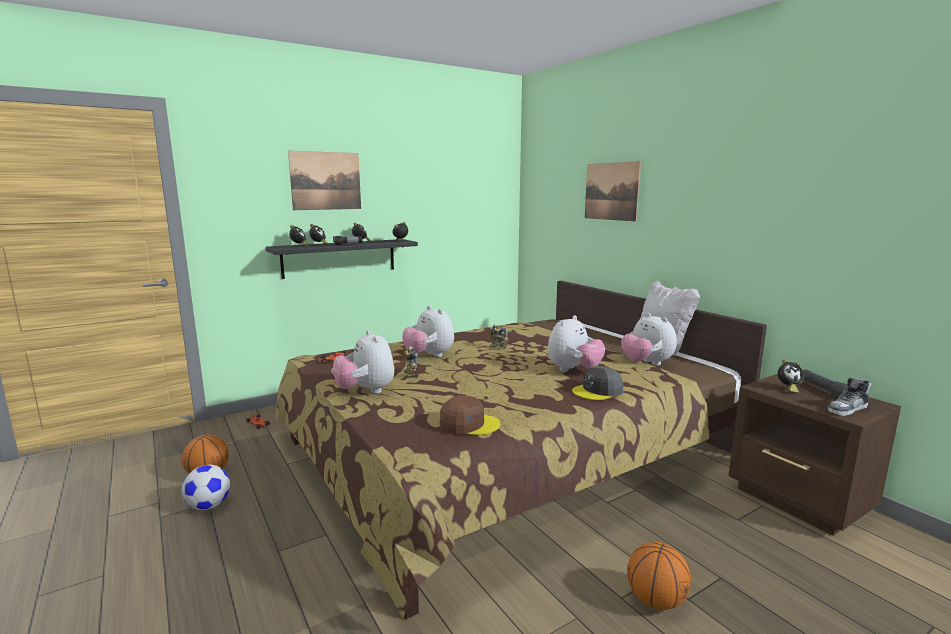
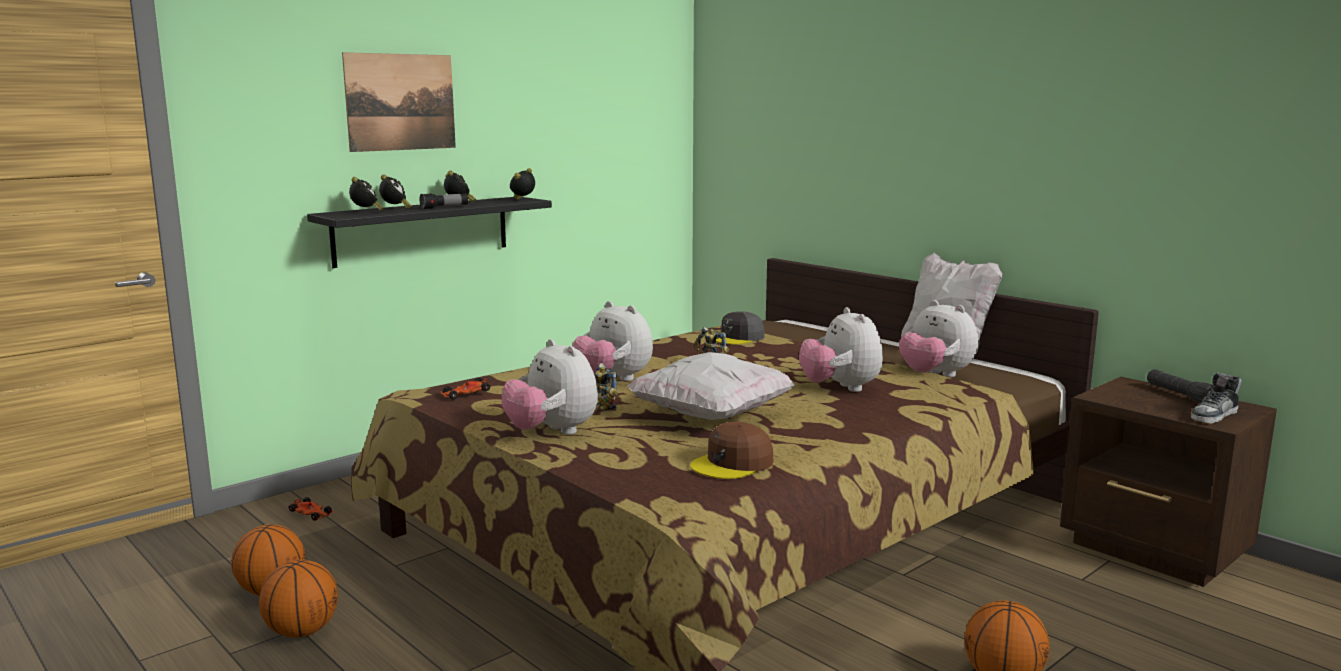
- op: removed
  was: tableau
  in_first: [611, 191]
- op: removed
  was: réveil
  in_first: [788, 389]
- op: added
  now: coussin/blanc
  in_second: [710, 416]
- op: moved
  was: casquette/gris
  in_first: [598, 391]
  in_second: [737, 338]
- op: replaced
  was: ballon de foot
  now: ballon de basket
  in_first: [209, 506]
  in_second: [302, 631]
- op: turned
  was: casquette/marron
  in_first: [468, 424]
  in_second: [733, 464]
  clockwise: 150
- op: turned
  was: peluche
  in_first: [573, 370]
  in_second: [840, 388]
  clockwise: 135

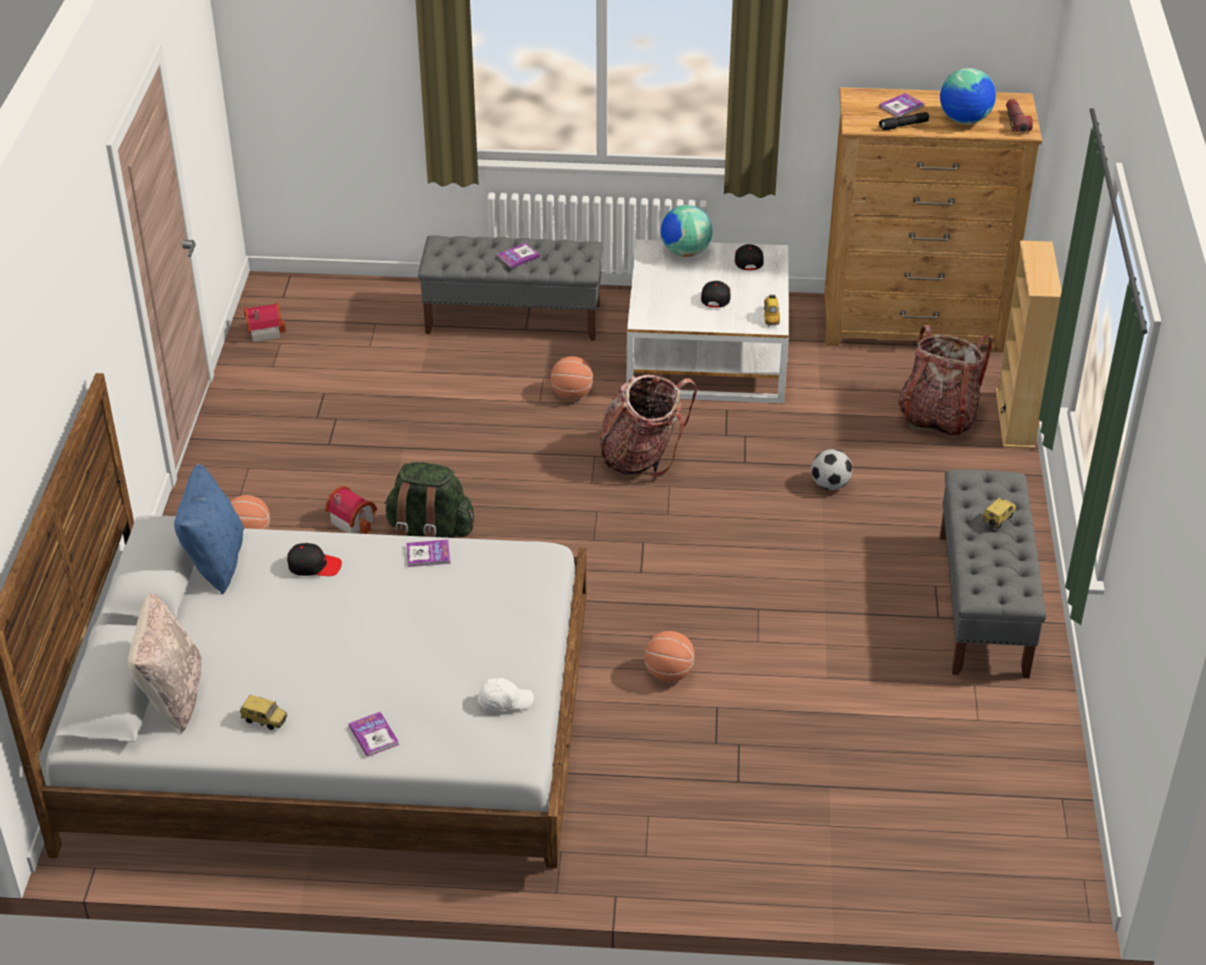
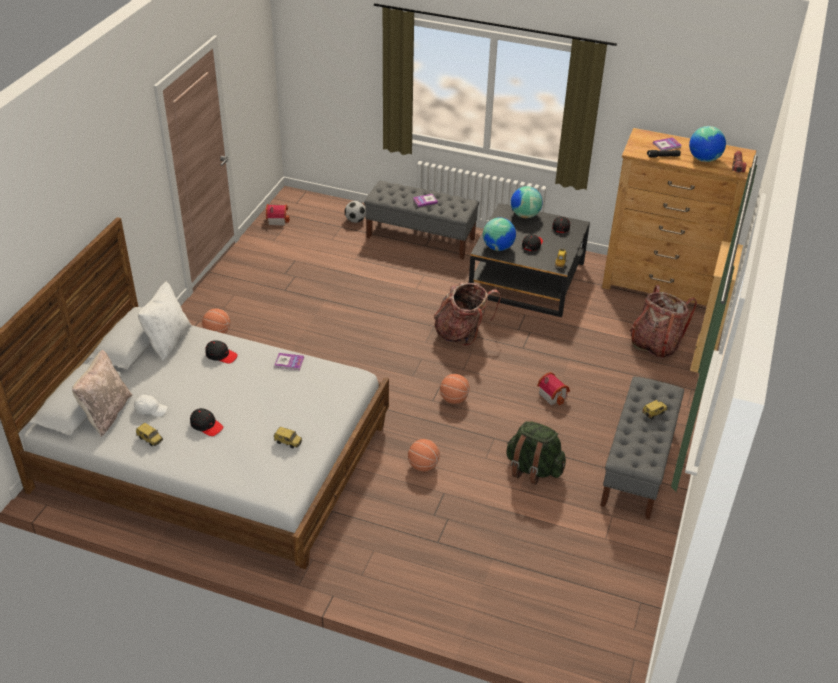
- op: removed
  was: livre
  in_first: [374, 735]
- op: added
  now: casquette/noir
  in_second: [206, 425]
- op: added
  now: petite voiture
  in_second: [288, 442]
- op: added
  now: globe
  in_second: [498, 247]
- op: moved
  was: maison miniature
  in_first: [353, 520]
  in_second: [553, 395]
- op: moved
  was: sac à dos/vert
  in_first: [429, 533]
  in_second: [533, 469]
- op: moved
  was: casquette/blanc
  in_first: [504, 701]
  in_second: [150, 409]
- op: moved
  was: ballon de basket
  in_first: [572, 394]
  in_second: [454, 399]
- op: moved
  was: ballon de foot
  in_first: [830, 485]
  in_second: [355, 220]
- op: recoloured
  was: coussin/bleu
  now: coussin/blanc
  in_first: [215, 561]
  in_second: [167, 341]
- op: recoloured
  was: table basse/blanc
  now: table basse/noir
  in_first: [707, 353]
  in_second: [527, 279]

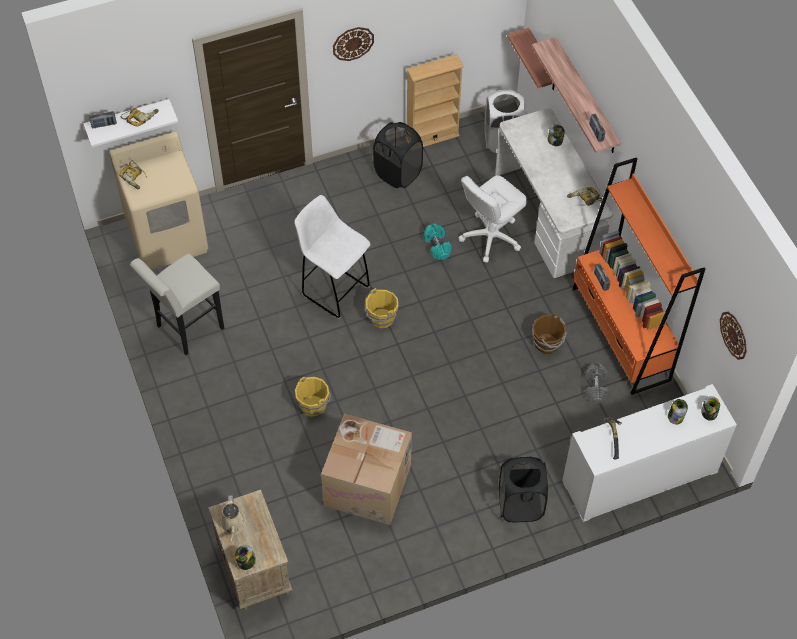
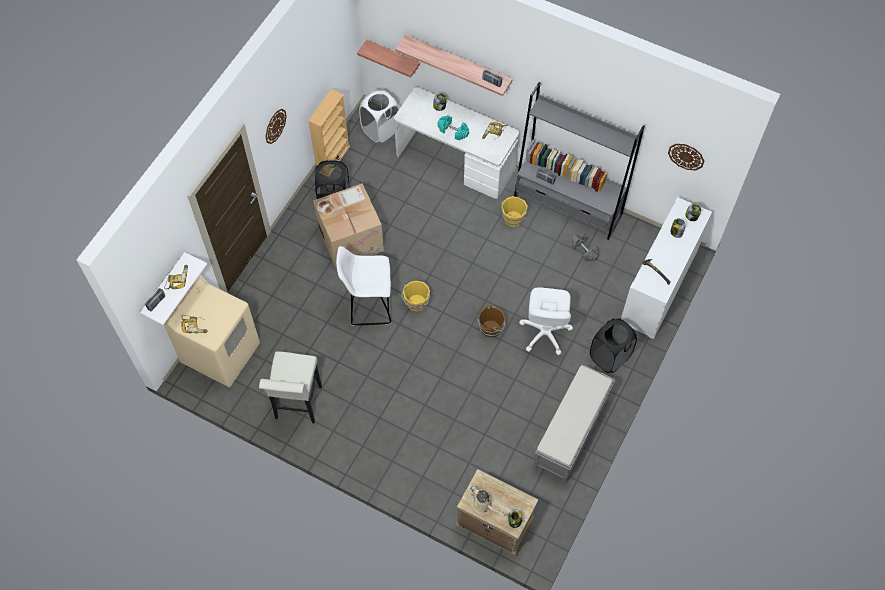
- op: added
  now: banc/gris
  in_second: [571, 432]
- op: moved
  was: seau/jaune
  in_first: [313, 405]
  in_second: [513, 218]
- op: moved
  was: carton
  in_first: [369, 485]
  in_second: [351, 238]
- op: moved
  was: haltère/turquoise
  in_first: [437, 246]
  in_second: [453, 131]
- op: moved
  was: chaise de bureau/blanc
  in_first: [490, 237]
  in_second: [545, 333]
- op: moved
  was: seau/marron
  in_first: [547, 344]
  in_second: [491, 328]
- op: recoloured
  was: bibliothèque/orange
  now: bibliothèque/gris
  in_first: [620, 334]
  in_second: [568, 206]

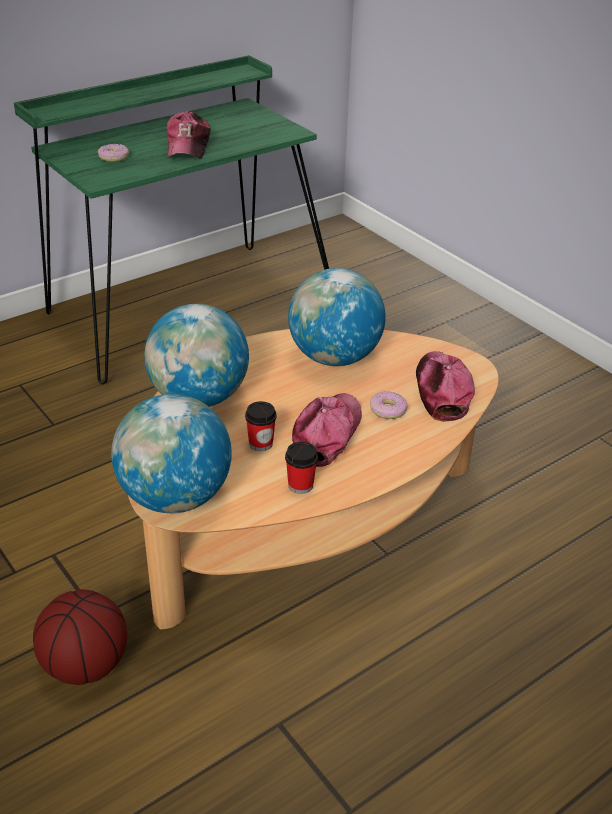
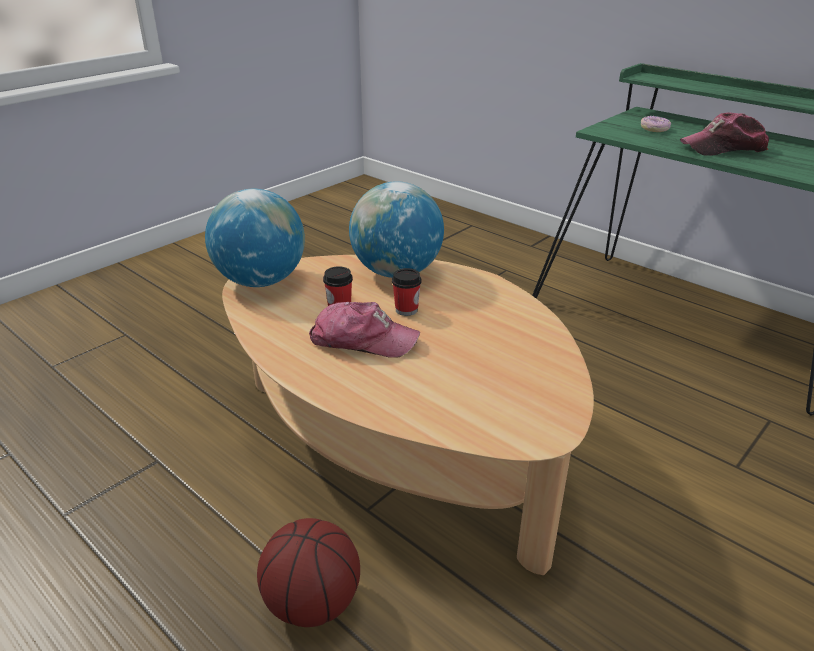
- op: removed
  was: globe
  in_first: [334, 358]
- op: removed
  was: beignet
  in_first: [387, 410]
- op: removed
  was: casquette
  in_first: [441, 391]
- op: moved
  was: ballon de basket
  in_first: [84, 665]
  in_second: [312, 602]
- op: moved
  was: tasse
  in_first: [300, 485]
  in_second: [406, 310]

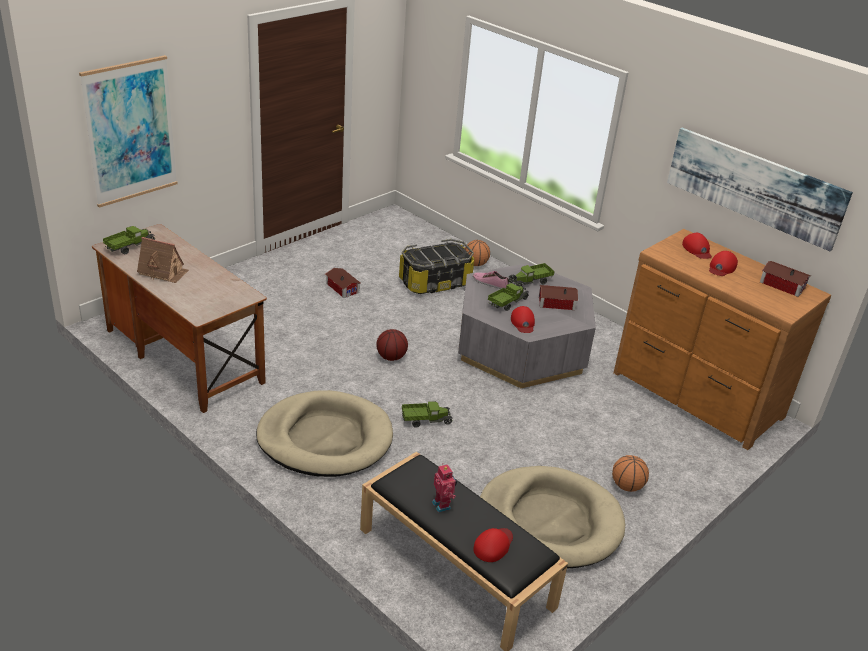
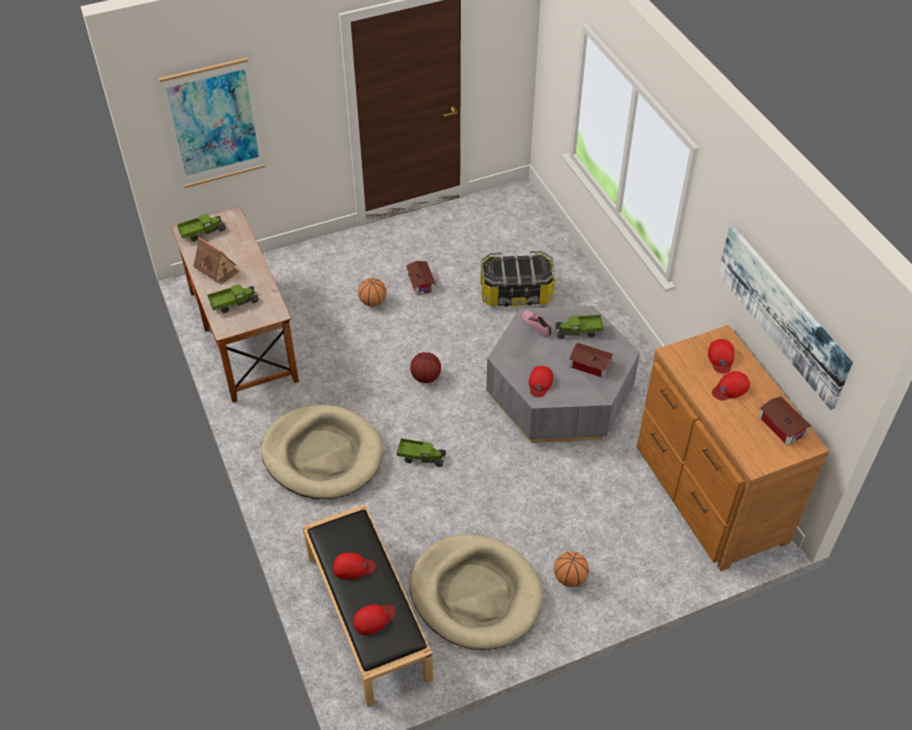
- op: moved
  was: ballon de basket
  in_first: [475, 264]
  in_second: [373, 302]
- op: moved
  was: camion jouet
  in_first: [507, 302]
  in_second: [234, 303]
- op: replaced
  was: robot jouet
  now: casquette/rouge
  in_first: [442, 505]
  in_second: [353, 567]

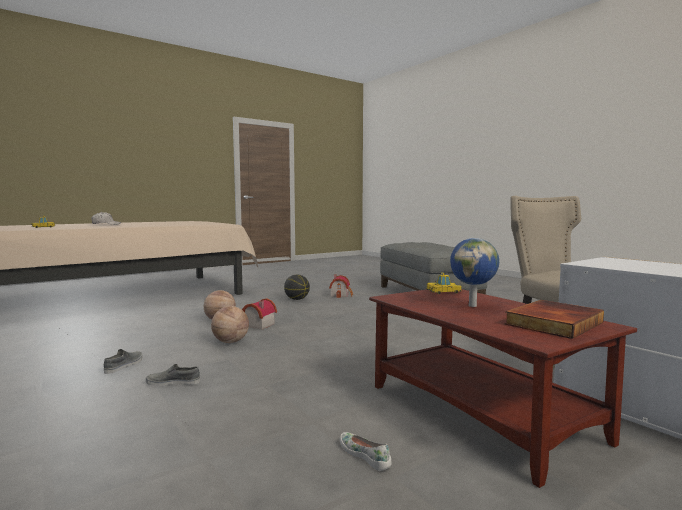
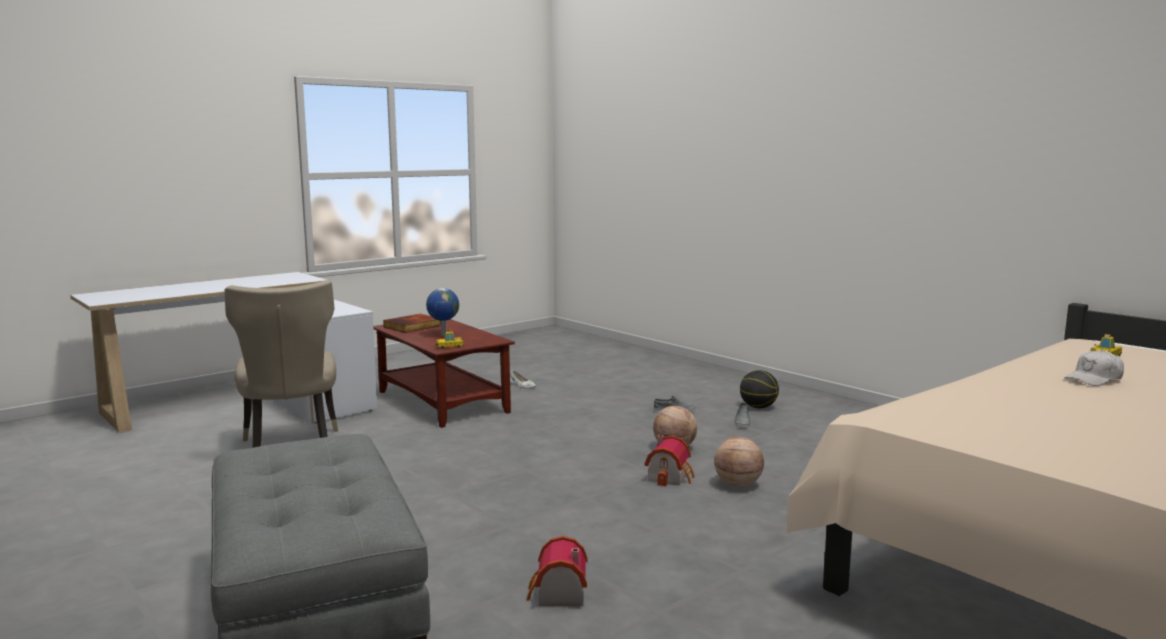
- op: moved
  was: ballon de basket
  in_first: [297, 299]
  in_second: [758, 407]

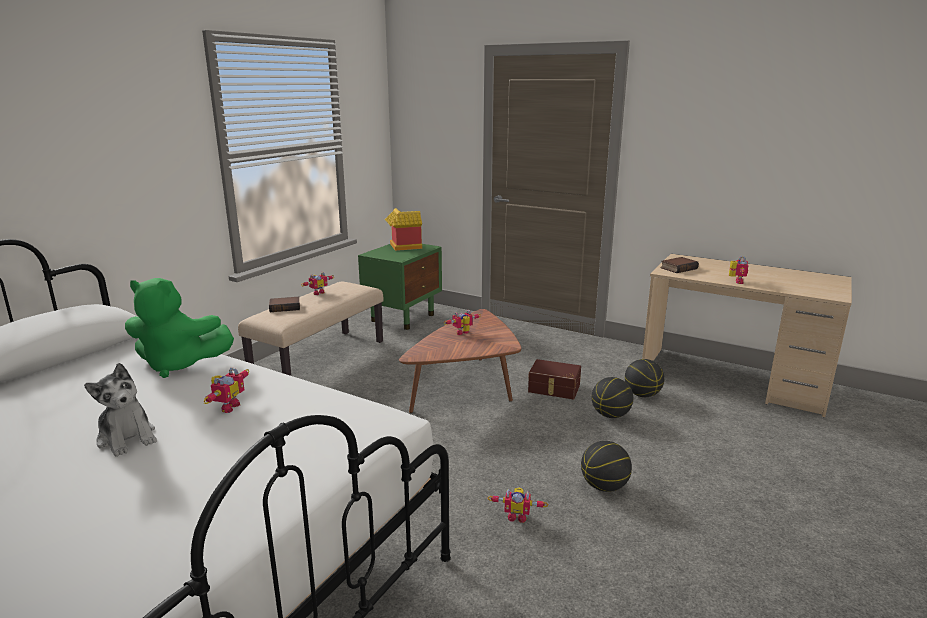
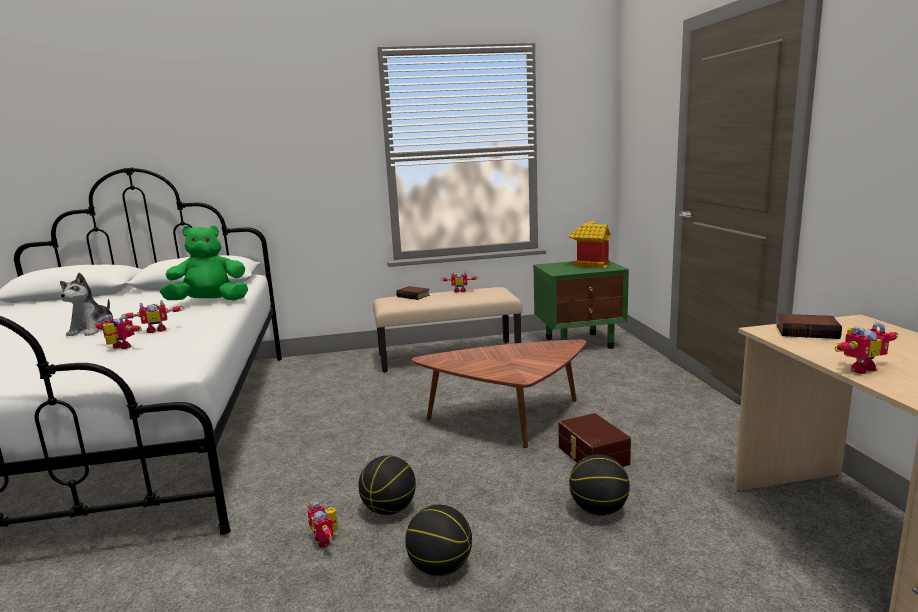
- op: moved
  was: robot jouet
  in_first: [463, 333]
  in_second: [118, 348]
- op: moved
  was: ballon de basket
  in_first: [642, 394]
  in_second: [389, 509]
- op: turned
  was: peluche/vert
  in_first: [179, 365]
  in_second: [210, 302]
  clockwise: 105

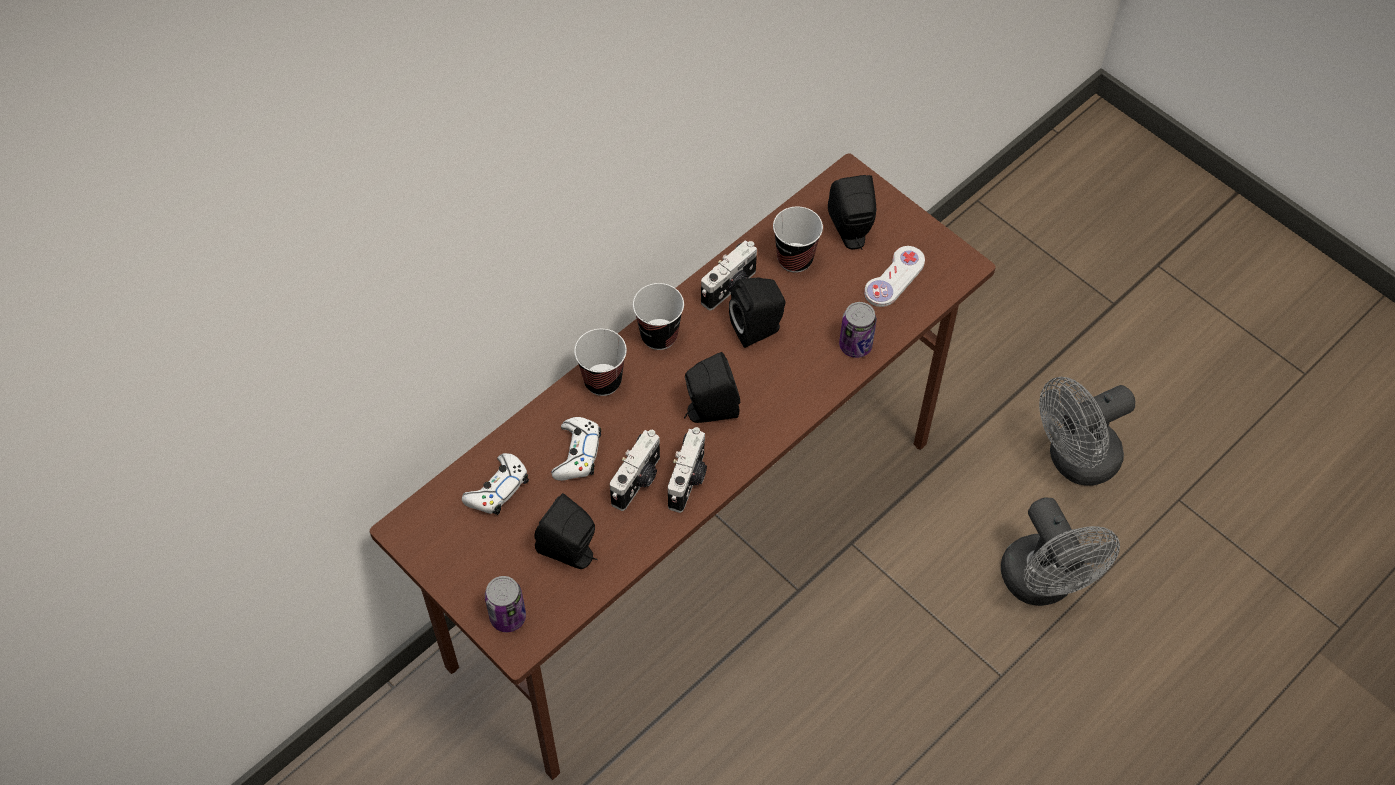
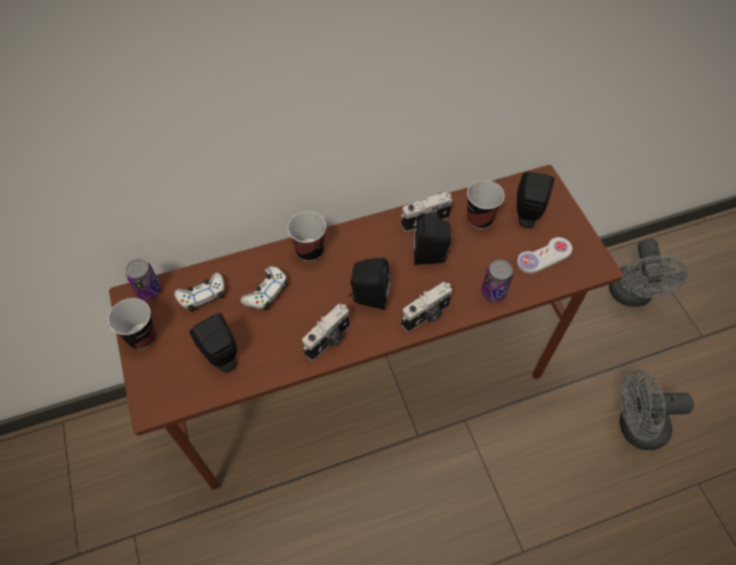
- op: moved
  was: boîte métallique
  in_first: [508, 617]
  in_second: [149, 291]
- op: moved
  was: appareil photo
  in_first: [638, 481]
  in_second: [426, 316]
- op: moved
  was: tasse
  in_first: [659, 335]
  in_second: [142, 337]
- op: moved
  was: ventilateur/gris
  in_first: [1044, 584]
  in_second: [631, 296]

